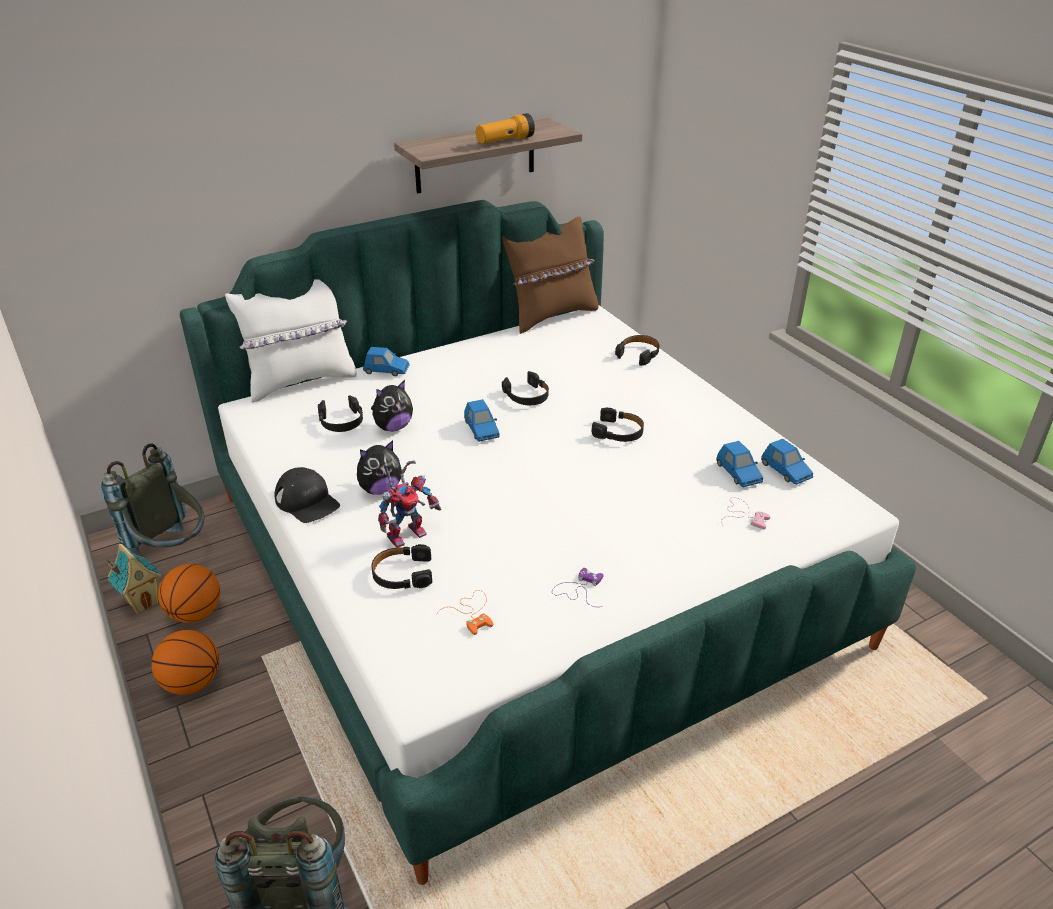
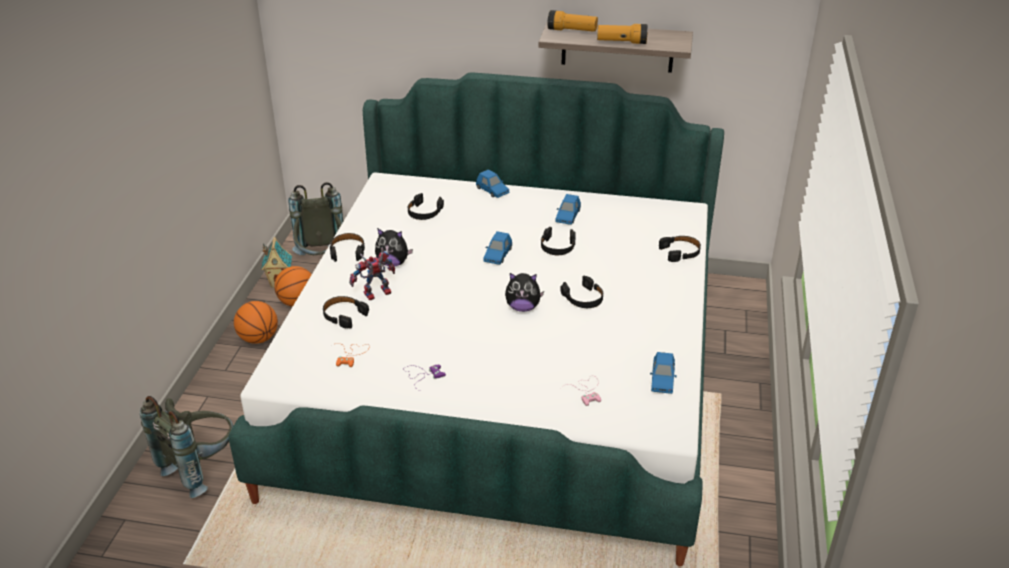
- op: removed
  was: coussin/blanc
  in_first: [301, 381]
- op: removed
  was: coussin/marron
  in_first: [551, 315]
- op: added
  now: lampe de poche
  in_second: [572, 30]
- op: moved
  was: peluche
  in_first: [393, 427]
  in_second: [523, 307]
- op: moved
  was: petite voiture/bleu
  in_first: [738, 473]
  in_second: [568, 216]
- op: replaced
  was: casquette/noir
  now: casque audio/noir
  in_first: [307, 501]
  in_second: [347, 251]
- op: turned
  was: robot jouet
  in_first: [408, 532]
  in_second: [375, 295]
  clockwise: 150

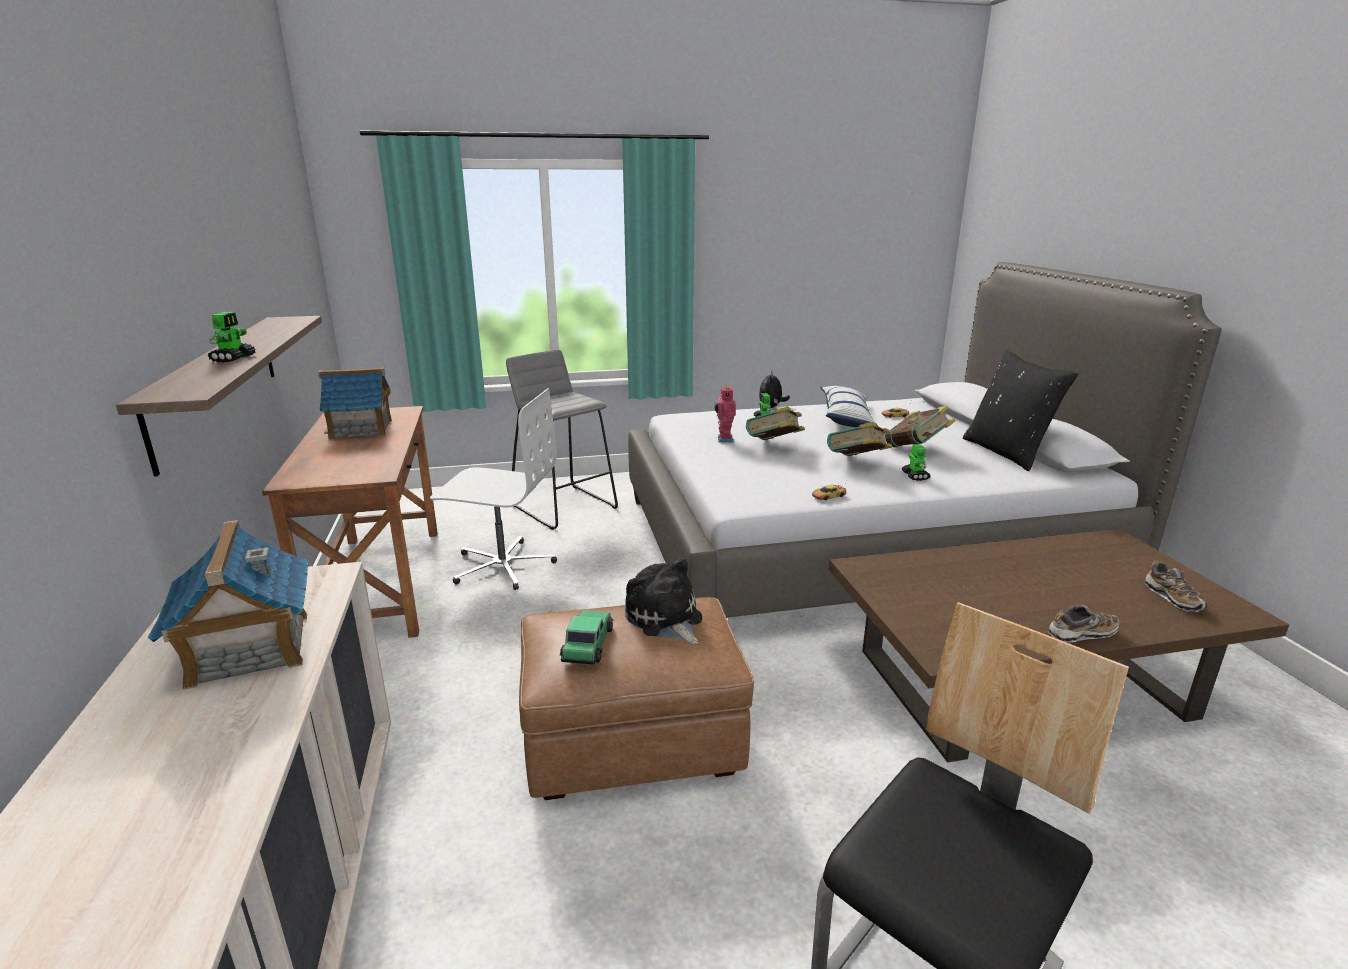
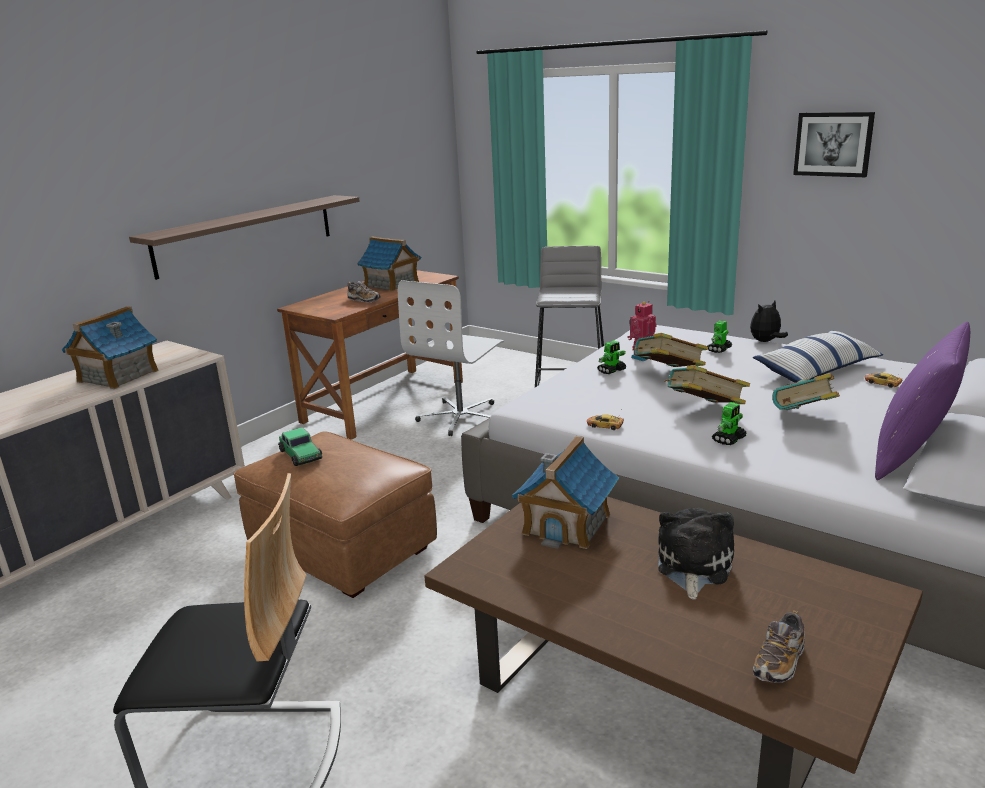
- op: added
  now: maison miniature
  in_second: [567, 524]
- op: added
  now: tableau
  in_second: [833, 144]
- op: moved
  was: robot jouet
  in_first: [234, 358]
  in_second: [612, 370]
- op: moved
  was: peluche
  in_first: [665, 619]
  in_second: [692, 566]
- op: moved
  was: chaussure
  in_first: [1081, 634]
  in_second: [364, 300]
- op: recoloured
  was: coussin/noir
  now: coussin/violet
  in_first: [1007, 452]
  in_second: [912, 457]
- op: turned
  was: chaise de bureau/blanc
  in_first: [502, 565]
  in_second: [461, 417]
  clockwise: 60
- op: turned
  was: petite voiture
  in_first: [588, 644]
  in_second: [301, 455]
  clockwise: 90

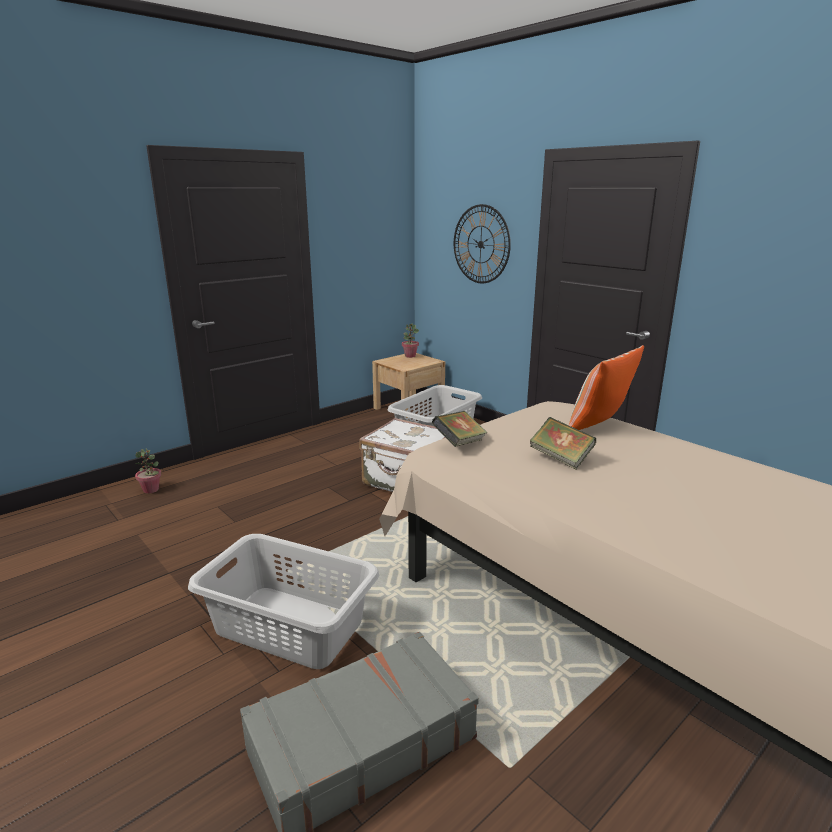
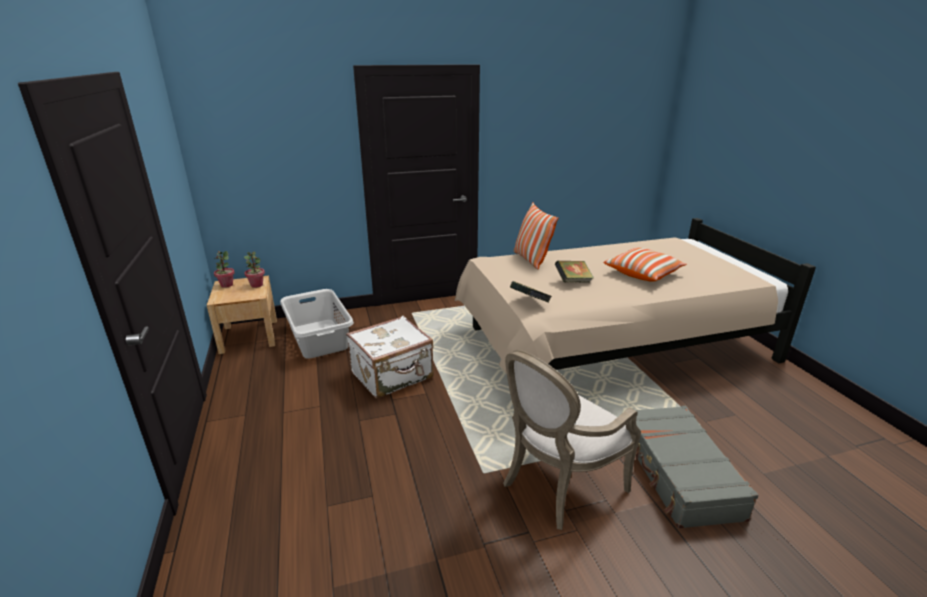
- op: removed
  was: horloge murale
  in_first: [481, 244]
- op: added
  now: coussin
  in_second: [643, 273]
- op: moved
  was: plante en pot
  in_first: [151, 490]
  in_second: [257, 285]
- op: replaced
  was: panier à linge/gris
  now: fauteuil
  in_first: [289, 625]
  in_second: [556, 485]

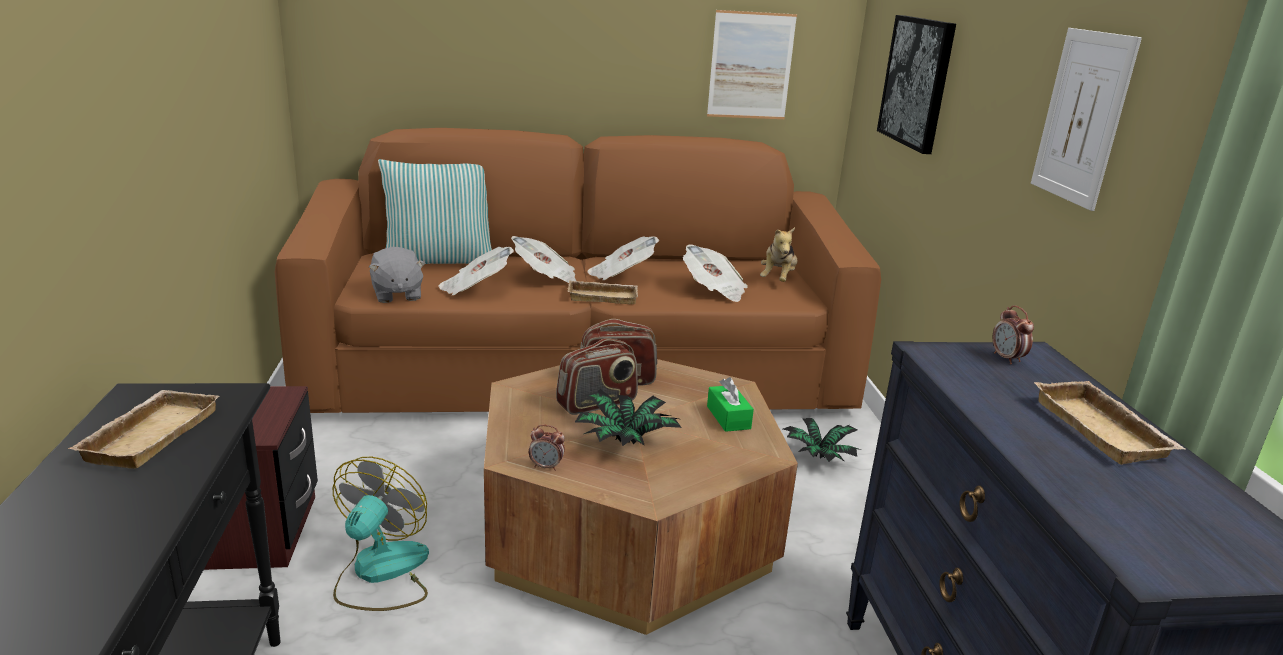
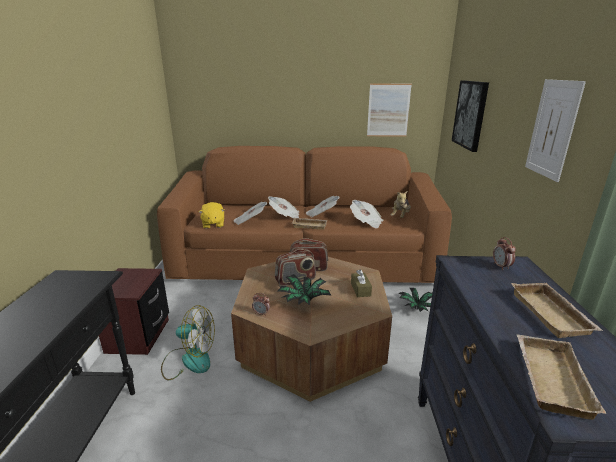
- op: removed
  was: coussin
  in_first: [439, 262]
- op: moved
  was: plateau/beige
  in_first: [149, 434]
  in_second: [548, 377]
- op: recoloured
  was: peluche/gris
  now: peluche/jaune
  in_first: [397, 295]
  in_second: [213, 224]
- op: recoloured
  was: boîte à mouchoirs/vert
  now: boîte à mouchoirs/marron
  in_first: [728, 417]
  in_second: [360, 289]
- op: turned
  was: ventilateur
  in_first: [381, 573]
  in_second: [189, 360]
  clockwise: 75

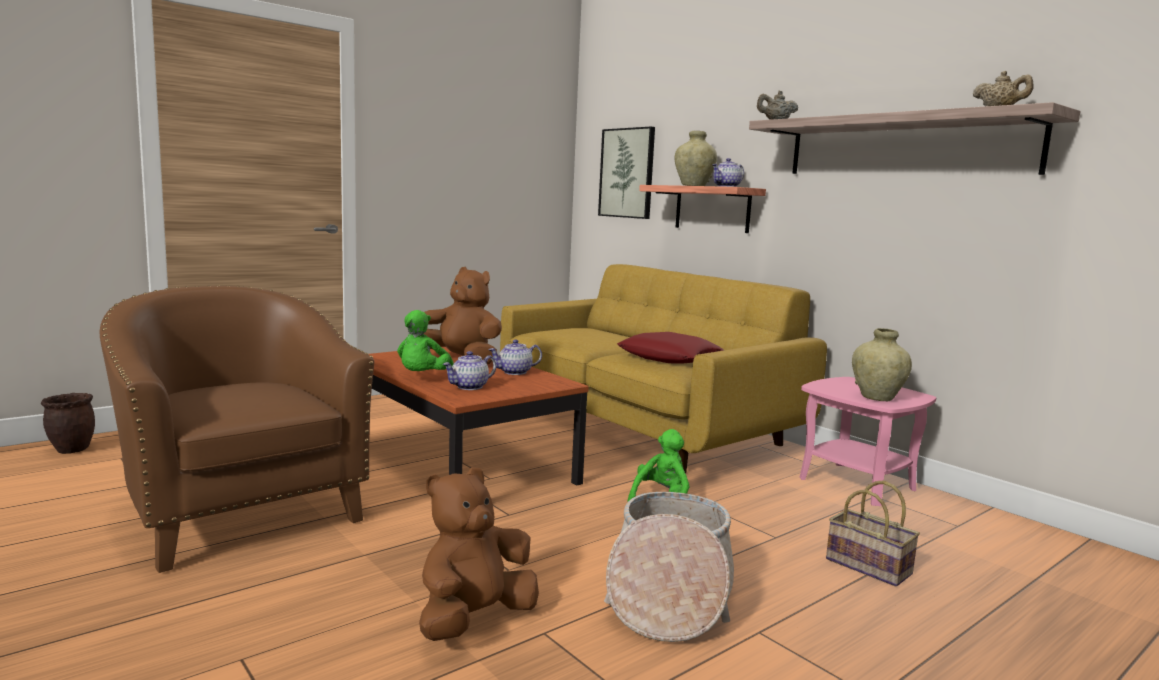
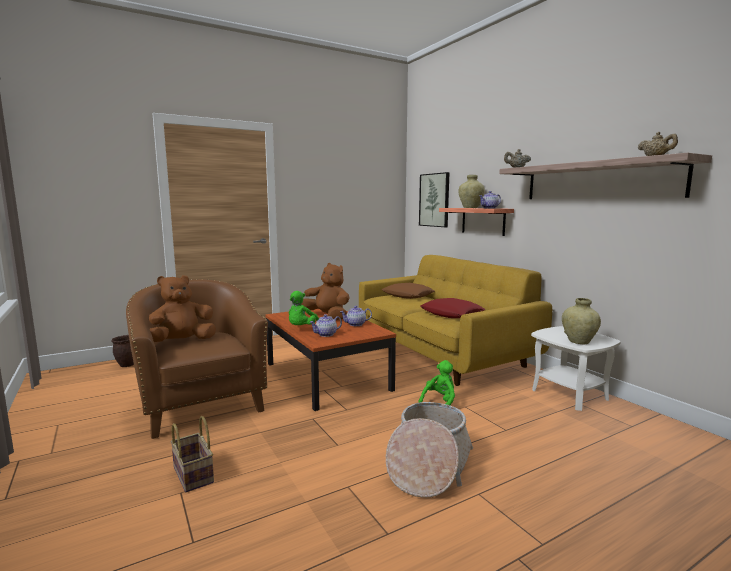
- op: added
  now: coussin/marron
  in_second: [407, 295]
- op: moved
  was: peluche/marron
  in_first: [474, 619]
  in_second: [182, 342]
- op: moved
  was: panier
  in_first: [871, 567]
  in_second: [194, 475]
- op: recoloured
  was: table d'appoint/rose
  now: table d'appoint/blanc
  in_first: [857, 483]
  in_second: [569, 394]

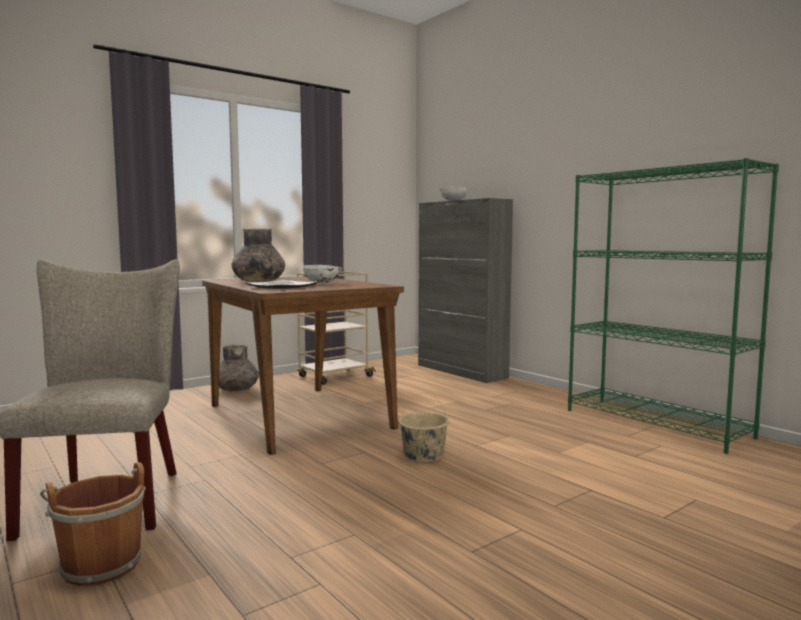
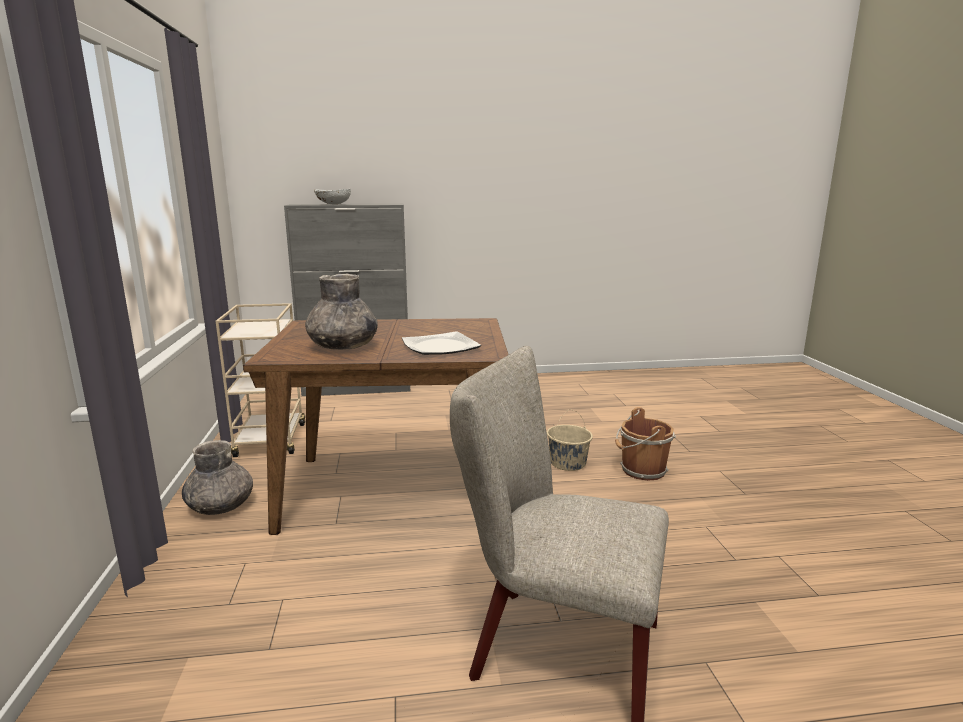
- op: removed
  was: bol/blanc
  in_first: [323, 283]
- op: removed
  was: bibliothèque/vert
  in_first: [657, 423]
- op: moved
  was: seau/marron
  in_first: [100, 564]
  in_second: [641, 471]

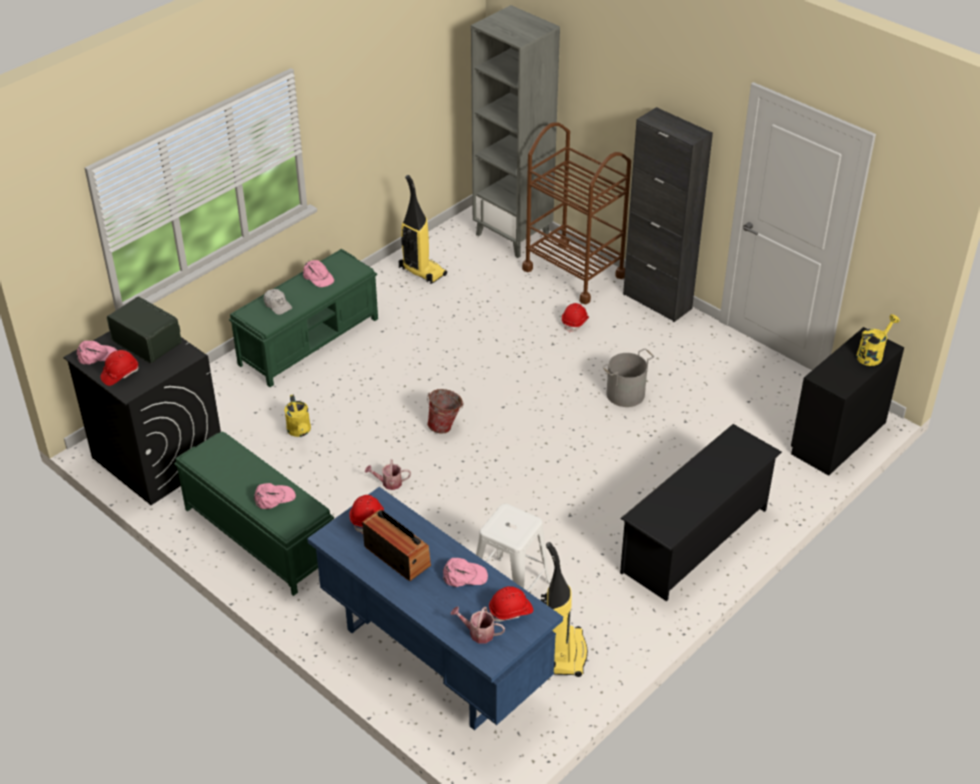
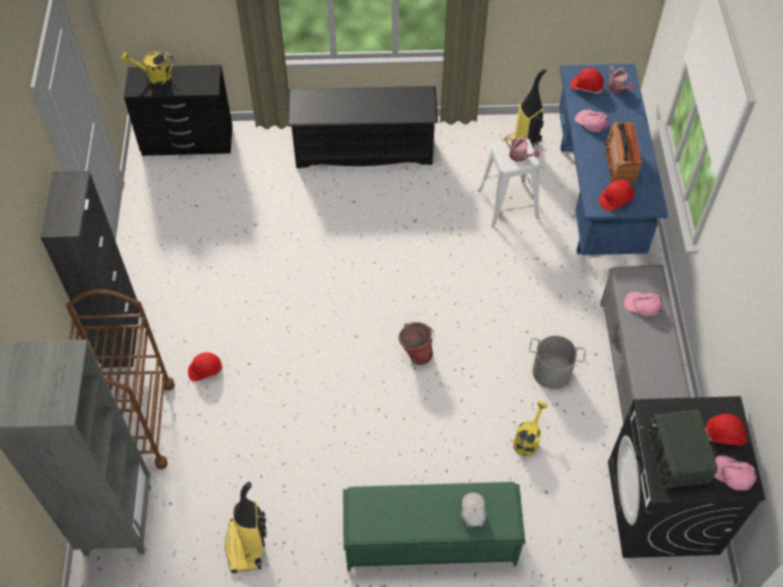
- op: removed
  was: casquette/rose
  in_first: [318, 277]
- op: moved
  was: arrosoir
  in_first: [389, 483]
  in_second: [520, 156]
- op: moved
  was: seau/gris
  in_first: [626, 394]
  in_second: [551, 371]
- op: recoloured
  was: banc/vert
  now: banc/gris
  in_first: [258, 535]
  in_second: [636, 366]

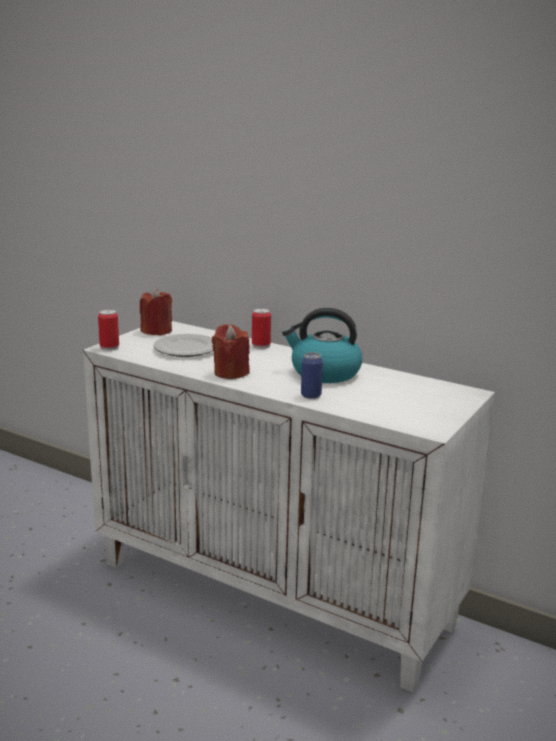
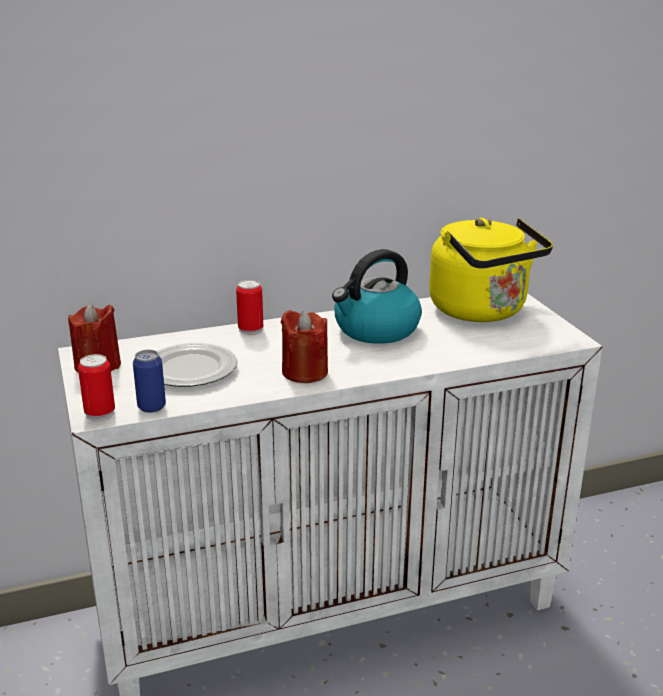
- op: added
  now: bouilloire/jaune
  in_second: [482, 311]
- op: moved
  was: boîte métallique
  in_first: [311, 395]
  in_second: [151, 407]

